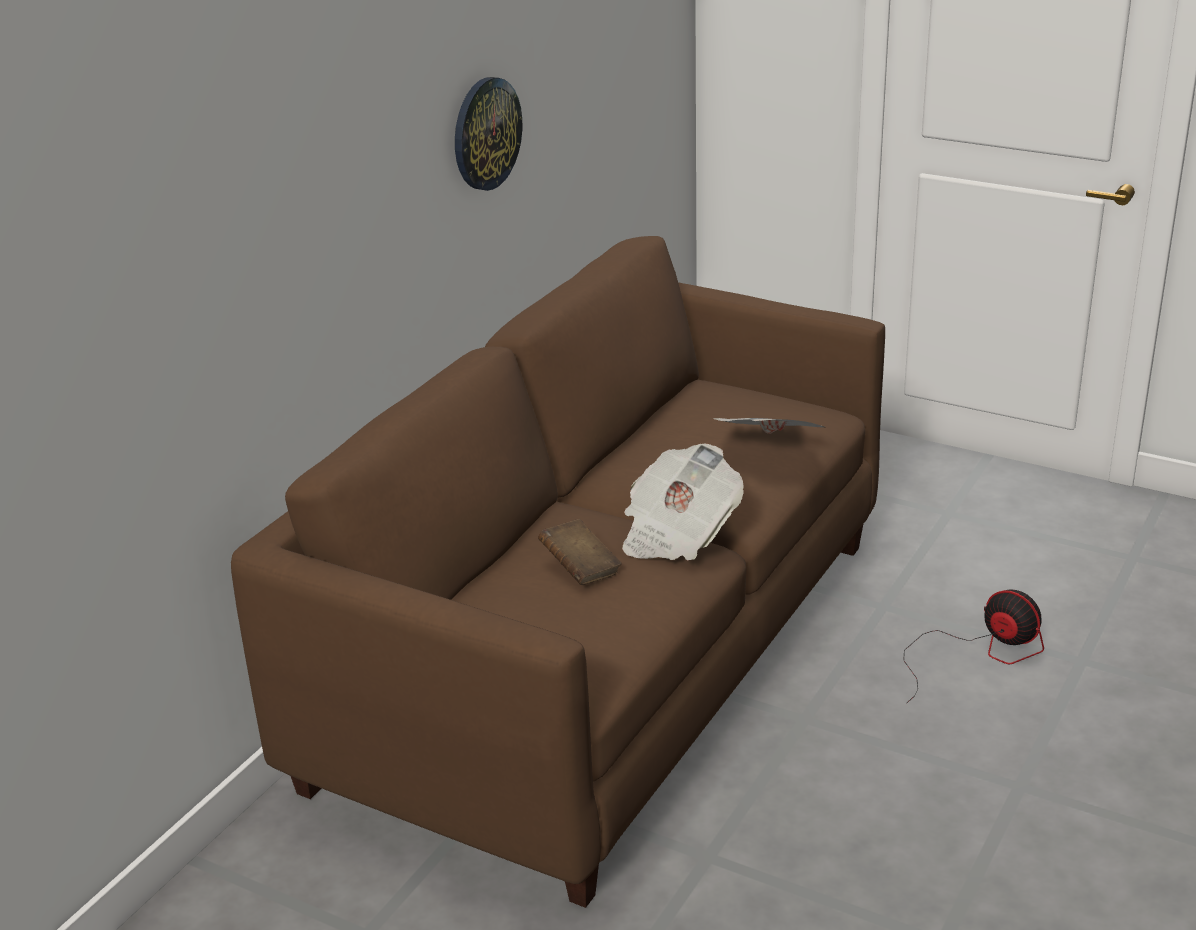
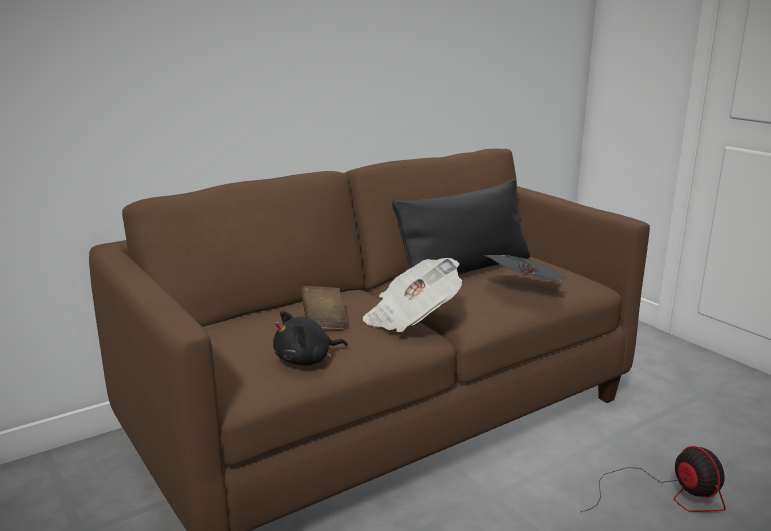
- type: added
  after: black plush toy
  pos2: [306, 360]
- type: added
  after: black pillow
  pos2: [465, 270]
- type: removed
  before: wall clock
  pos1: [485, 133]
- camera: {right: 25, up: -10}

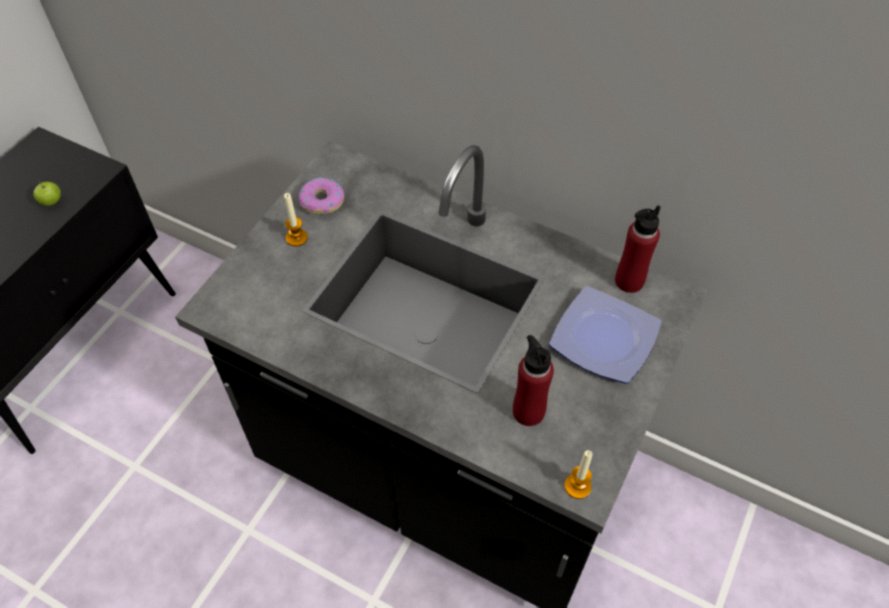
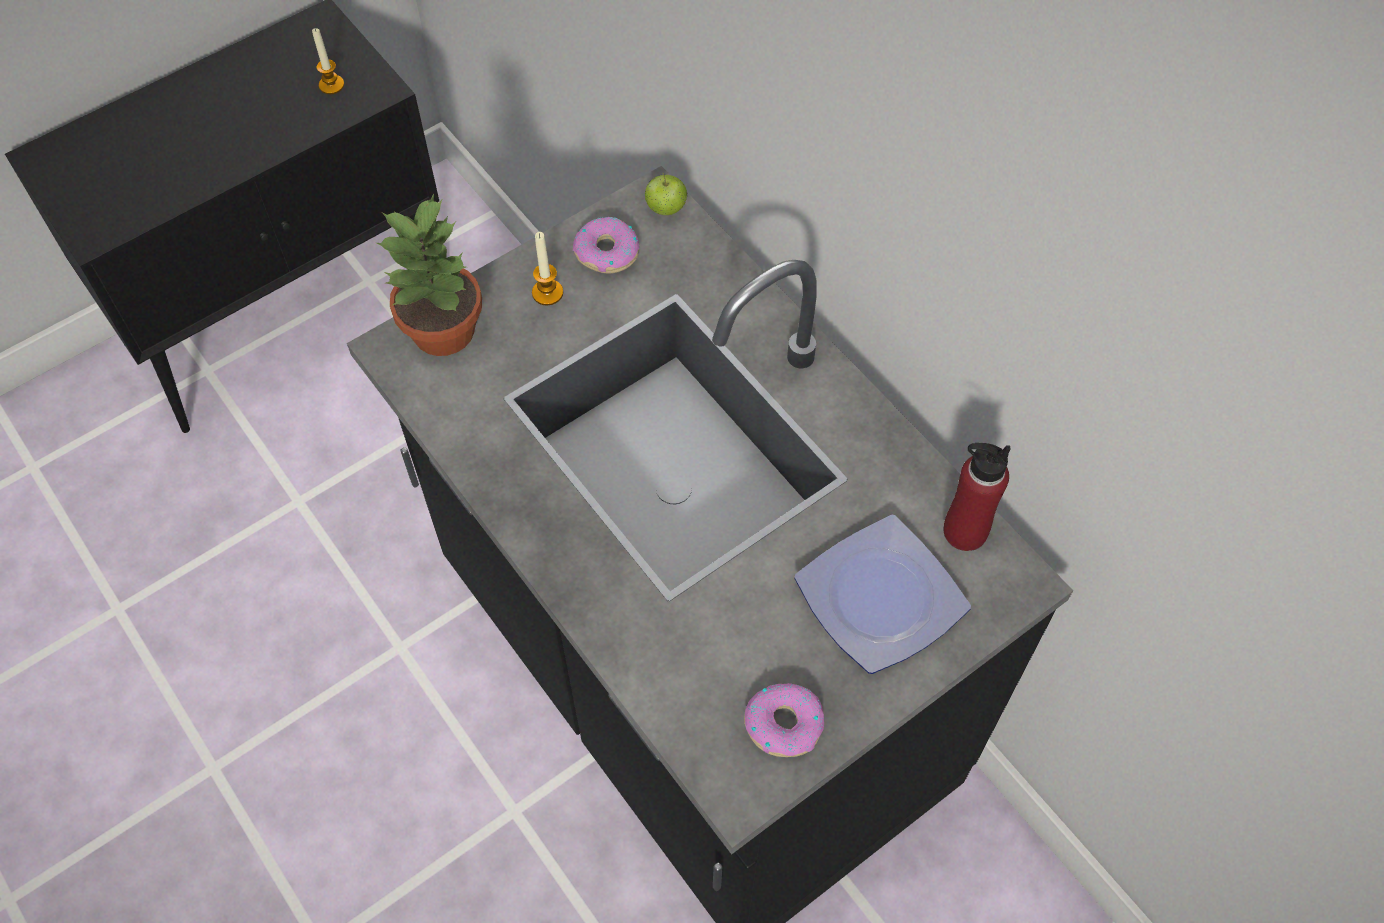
- type: moved
  before: candle
  pos1: [577, 486]
  pos2: [331, 85]
- type: added
  after: potted plant
  pos2: [445, 331]
- type: moved
  before: apple
  pos1: [52, 202]
  pos2: [666, 209]
- type: added
  after: donut
  pos2: [783, 723]
- type: removed
  before: red bottle
  pos1: [528, 411]
- camera: {right: 25, up: 5}

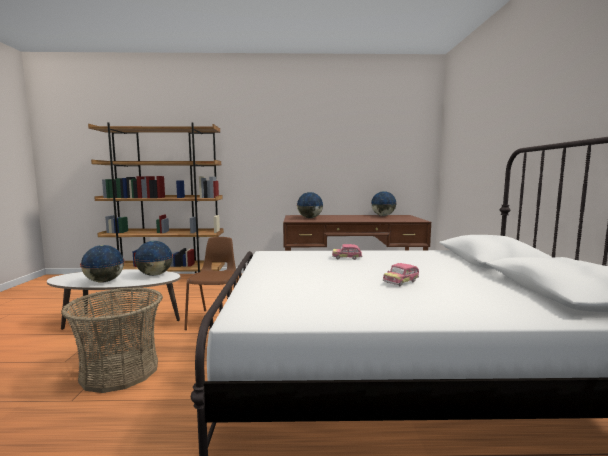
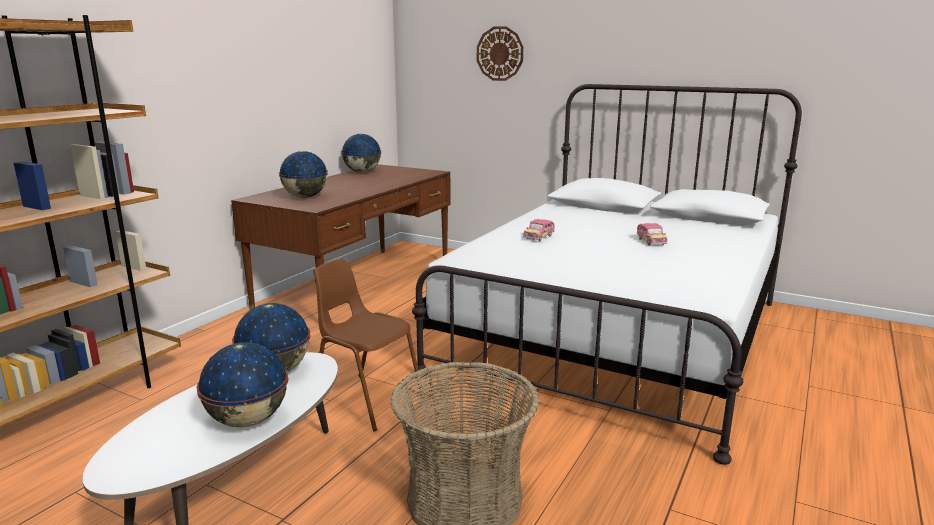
- type: added
  after: wall clock
  pos2: [500, 53]
- camera: {right: -60, up: 10}

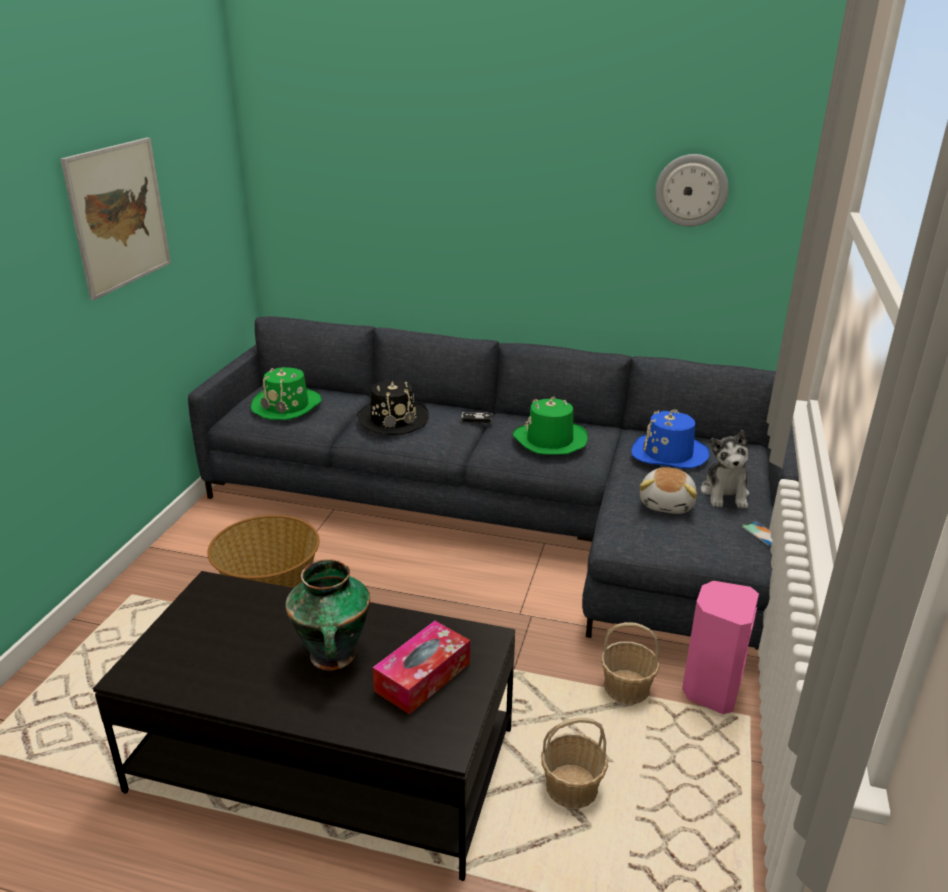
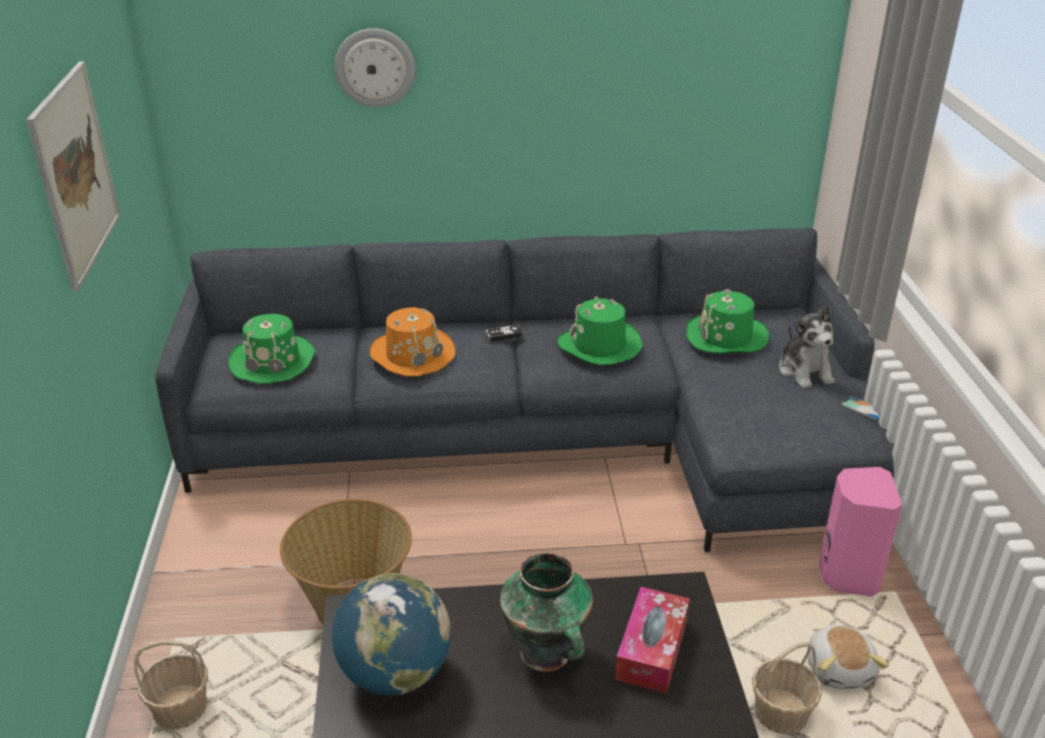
- type: moved
  before: basket
  pos1: [627, 689]
  pos2: [181, 709]
- type: added
  after: globe
  pos2: [395, 673]
- type: moved
  before: wall clock
  pos1: [691, 190]
  pos2: [375, 67]
- type: recoloured
  before: black hat
  after: orange hat
  pos1: [393, 419]
  pos2: [412, 354]
- type: recoloured
  before: blue hat
  after: green hat
  pos1: [669, 454]
  pos2: [726, 337]
- type: moved
  before: plush toy
  pos1: [667, 504]
  pos2: [839, 669]
- camera: {right: -20, up: 5}

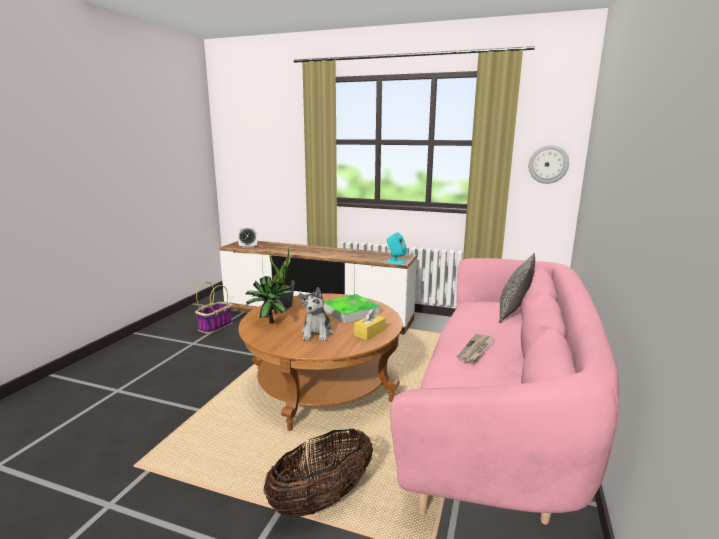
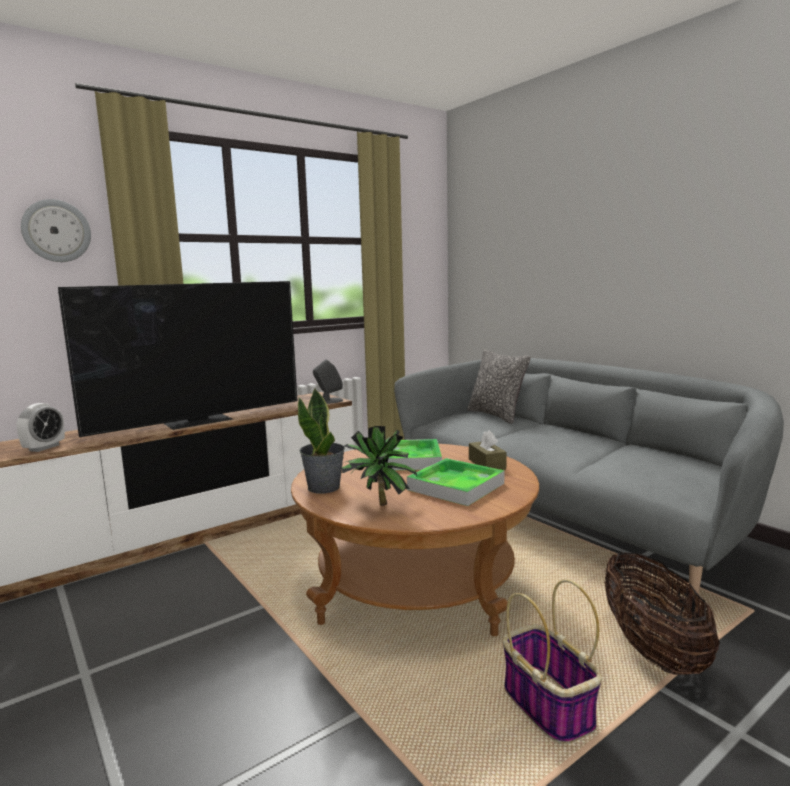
- type: moved
  before: wall clock
  pos1: [548, 164]
  pos2: [56, 231]
- type: added
  after: television
  pos2: [200, 421]
- type: recoloured
  before: turquoise speaker
  after: grey speaker
  pos1: [395, 262]
  pos2: [328, 401]
- type: recoloured
  before: pink sofa
  after: grey sofa
  pos1: [497, 416]
  pos2: [563, 512]
- type: replaced
  before: plush toy
  after: tray
  pos1: [317, 333]
  pos2: [456, 486]
- type: recoloured
  before: yellow tissue box
  after: brown tissue box
  pos1: [369, 332]
  pos2: [487, 464]
- type: moved
  before: basket
  pos1: [215, 326]
  pos2: [546, 705]
- type: removed
  before: newspaper
  pos1: [476, 349]
- camera: {right: -55, up: -5}

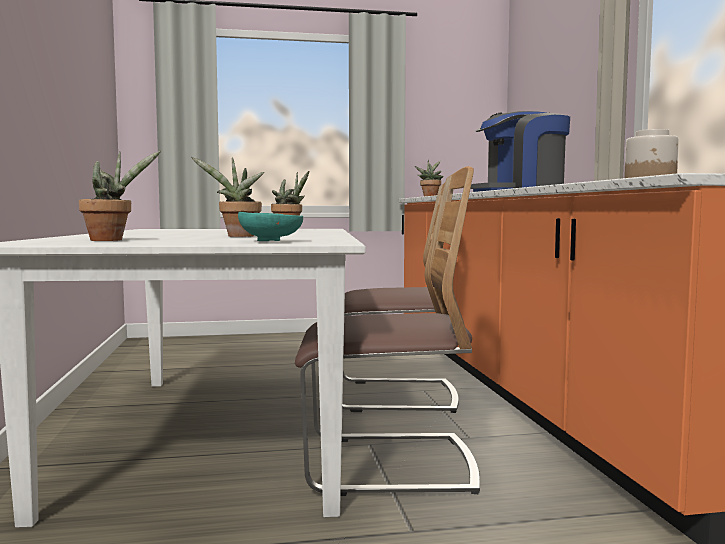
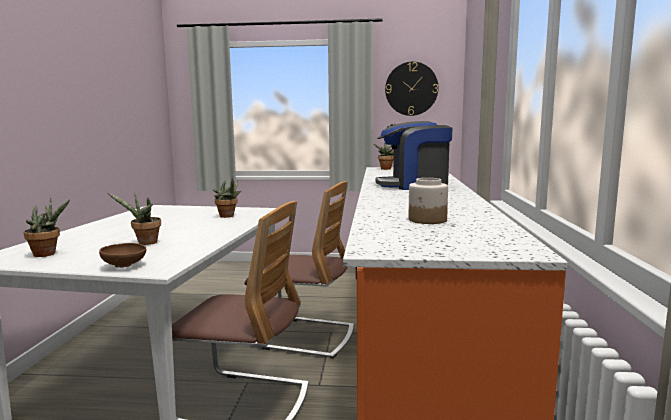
- type: recoloured
  before: turquoise bowl
  after: brown bowl
  pos1: [272, 241]
  pos2: [125, 266]
- type: added
  after: wall clock
  pos2: [411, 89]
- camera: {right: 15, up: 5}

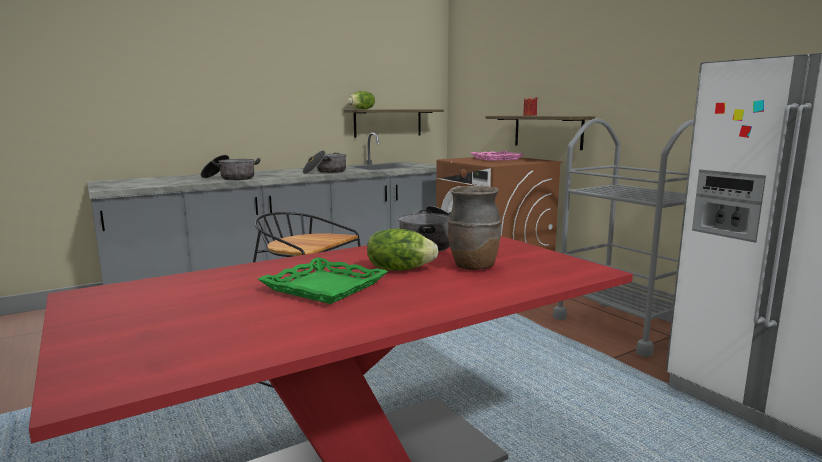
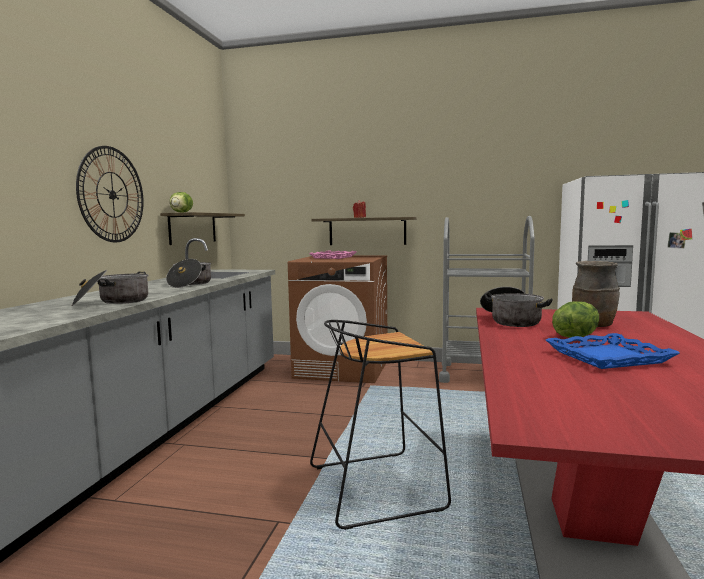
- type: added
  after: wall clock
  pos2: [112, 194]
- type: recoloured
  before: green tray
  after: blue tray
  pos1: [324, 287]
  pos2: [608, 357]
- camera: {right: -45, up: -5}

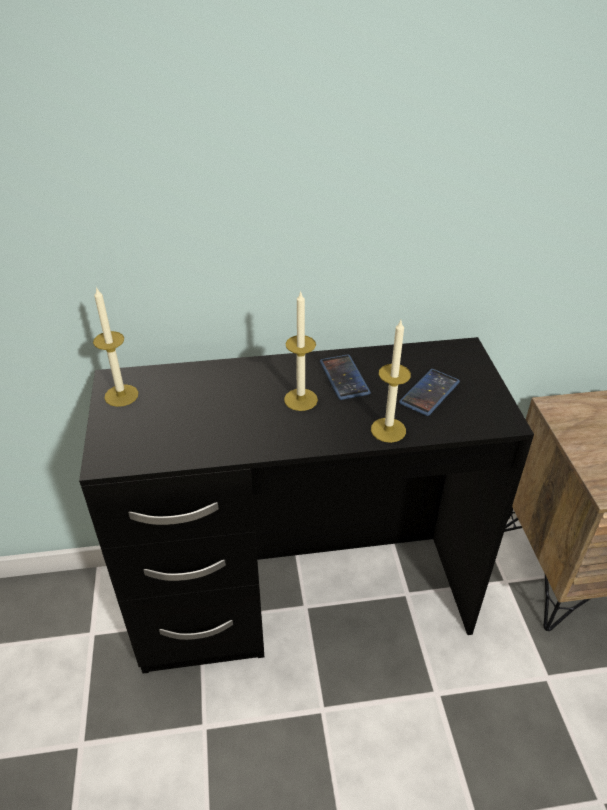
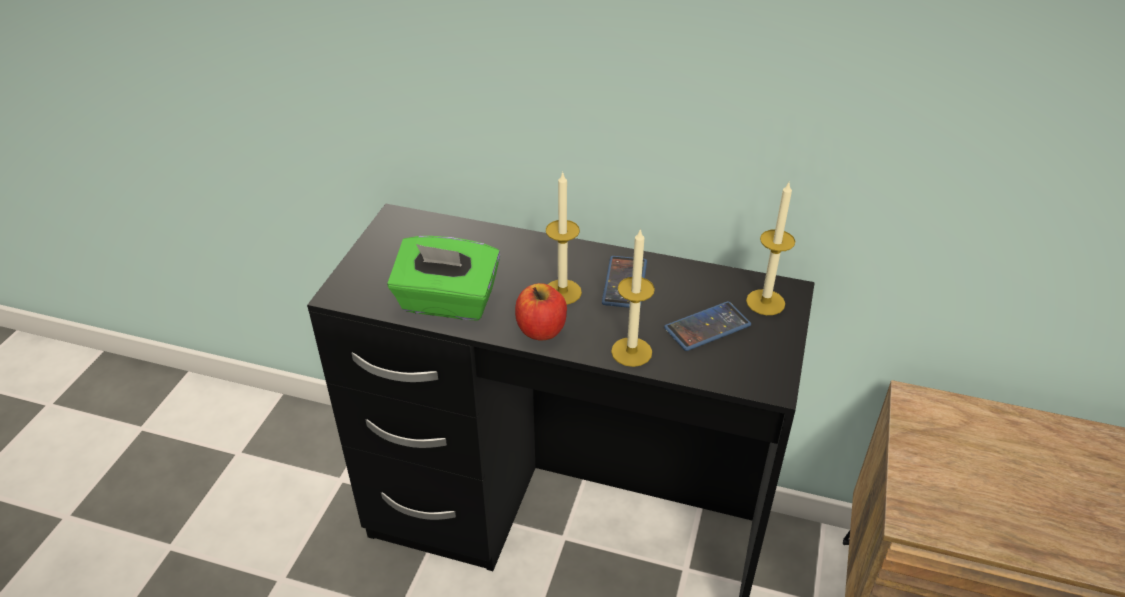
- type: added
  after: green tissue box
  pos2: [447, 302]
- type: added
  after: apple
  pos2: [541, 330]
- type: moved
  before: candle
  pos1: [121, 395]
  pos2: [765, 302]
- camera: {right: 25, up: 0}

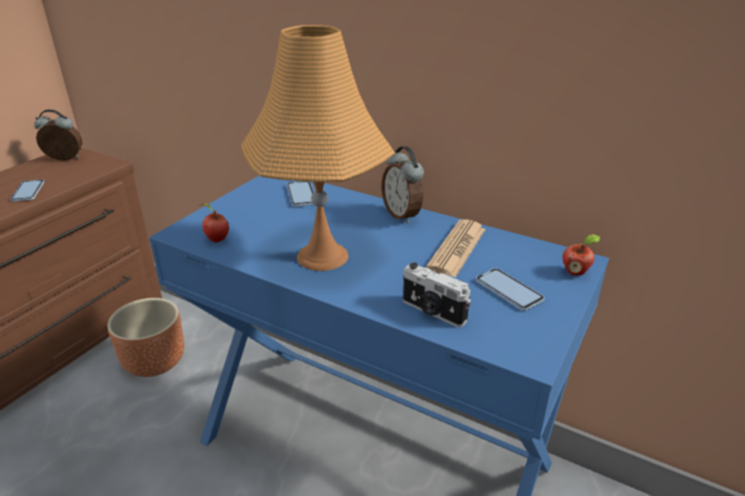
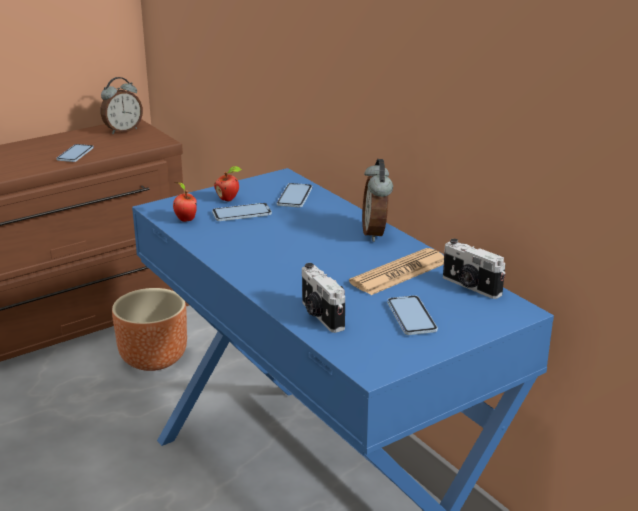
- type: turned
  before: alarm clock
  pos1: [64, 160]
  pos2: [123, 130]
  turn: 120
- type: added
  after: phone
  pos2: [241, 213]
- type: moved
  before: apple
  pos1: [576, 272]
  pos2: [229, 199]
- type: added
  after: photo camera
  pos2: [470, 286]
- type: removed
  before: orange table lamp
  pos1: [323, 256]
- camera: {right: 25, up: -5}

